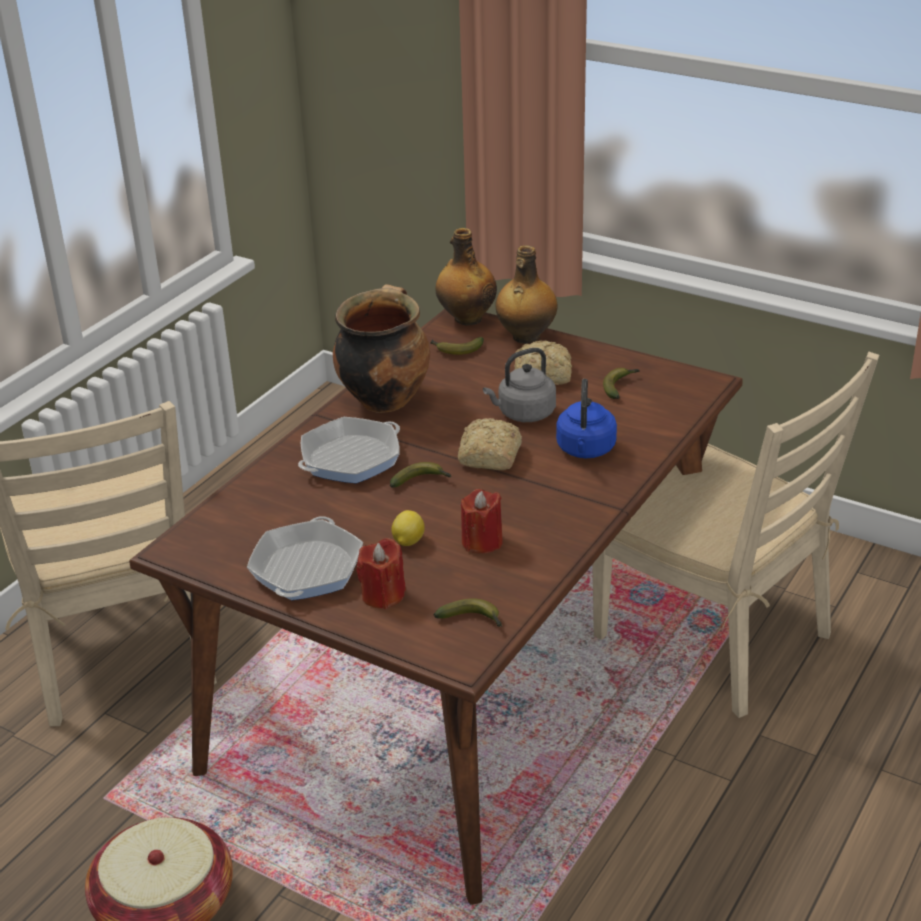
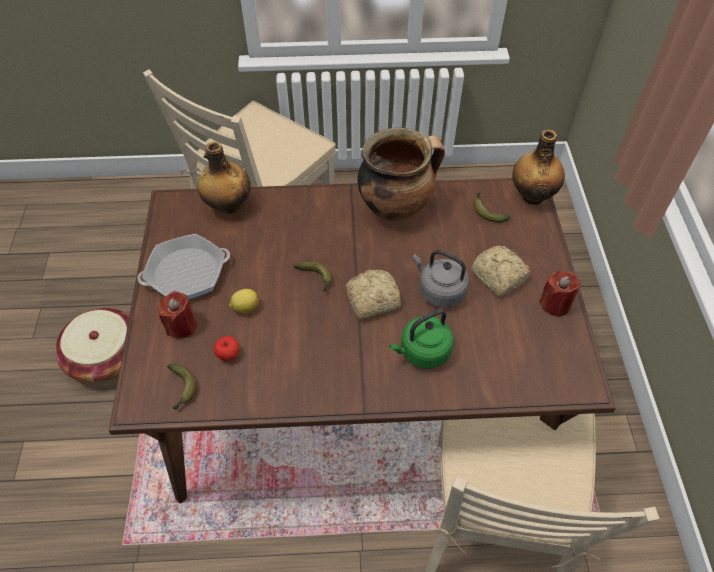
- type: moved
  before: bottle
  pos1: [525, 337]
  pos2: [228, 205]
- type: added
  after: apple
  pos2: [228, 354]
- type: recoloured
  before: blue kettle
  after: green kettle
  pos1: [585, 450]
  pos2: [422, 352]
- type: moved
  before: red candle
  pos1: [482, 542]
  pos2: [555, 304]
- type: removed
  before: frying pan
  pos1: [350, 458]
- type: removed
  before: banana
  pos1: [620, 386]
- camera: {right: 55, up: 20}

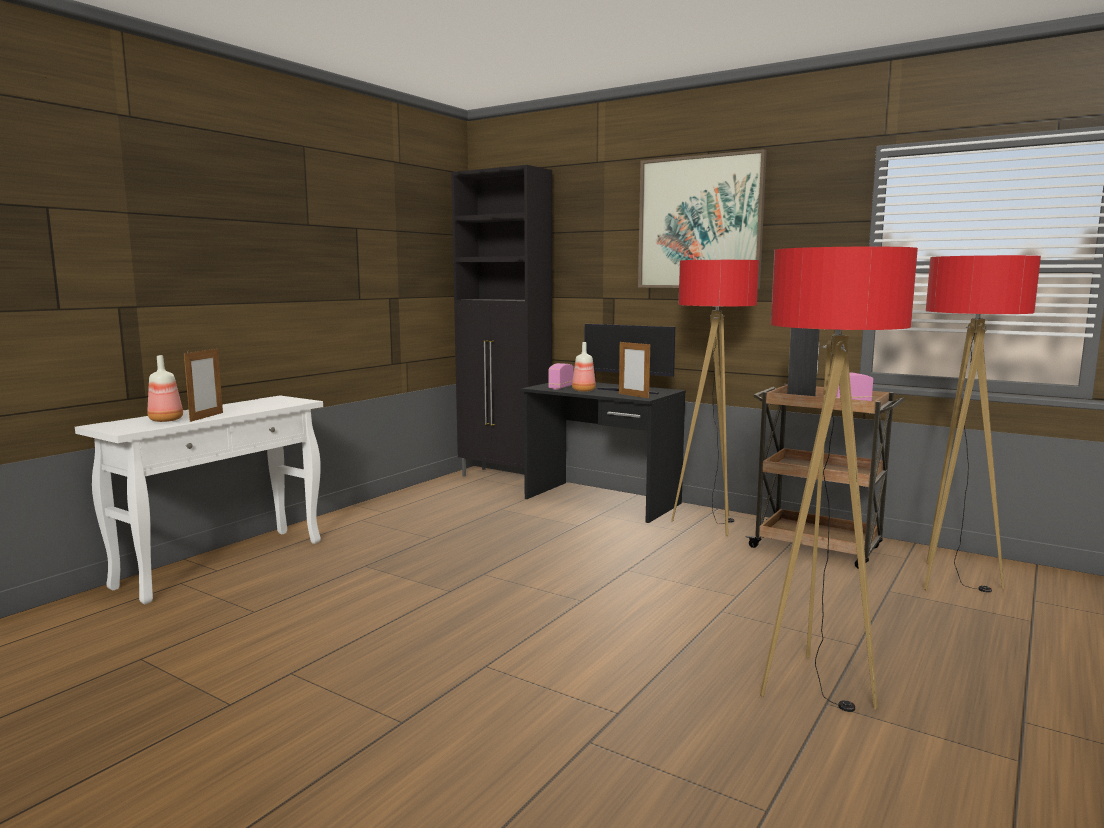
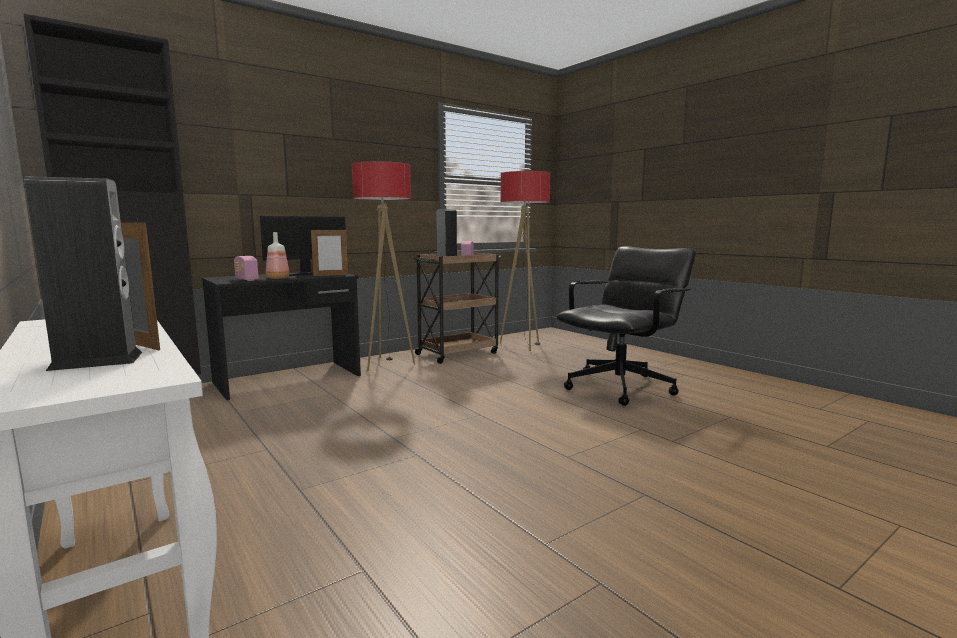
- type: replaced
  before: bottle
  after: speaker
  pos1: [166, 420]
  pos2: [97, 361]
- type: replaced
  before: floor lamp
  after: black office chair
  pos1: [814, 686]
  pos2: [621, 387]
- type: removed
  before: picture
  pos1: [699, 223]
- camera: {right: -70, up: 0}

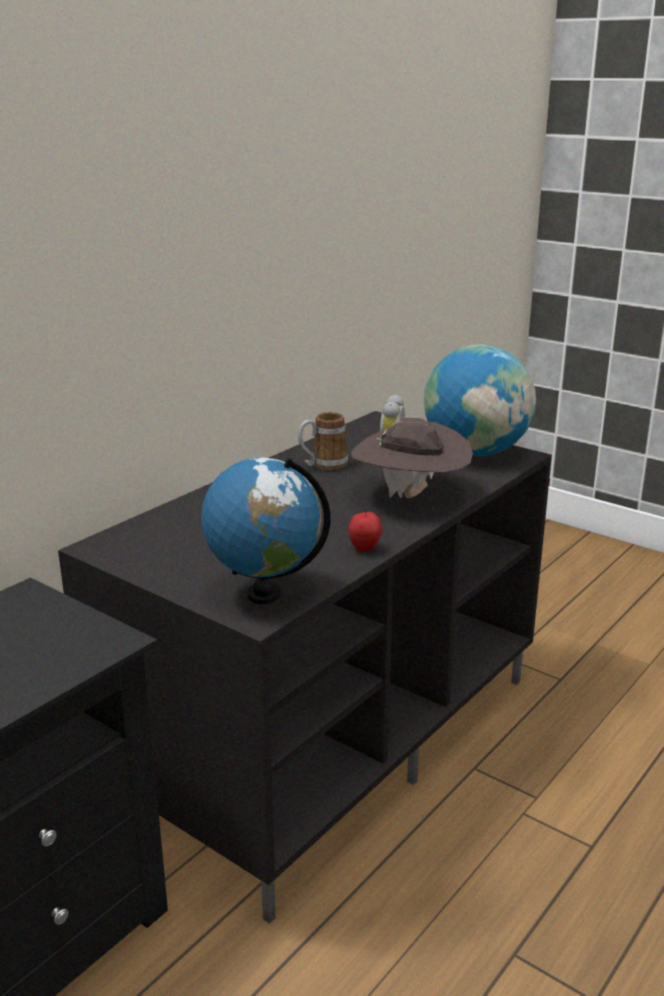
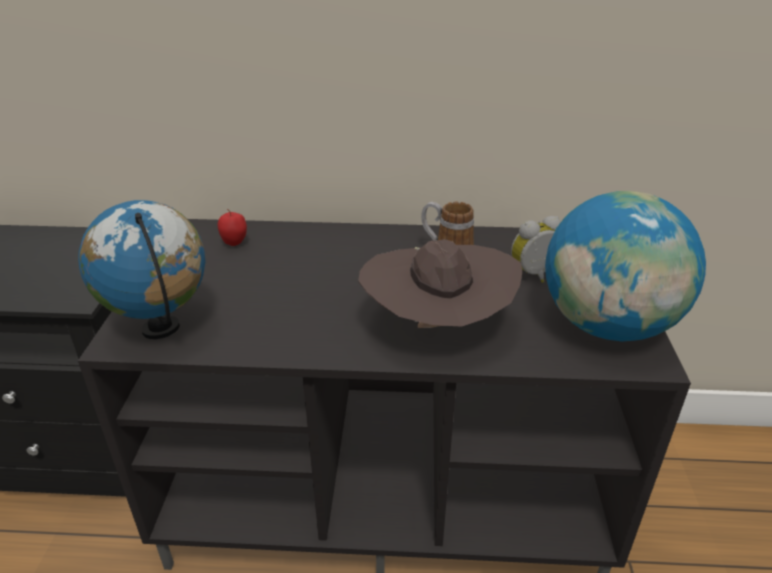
- type: moved
  before: apple
  pos1: [365, 549]
  pos2: [234, 243]
- camera: {right: 55, up: 10}

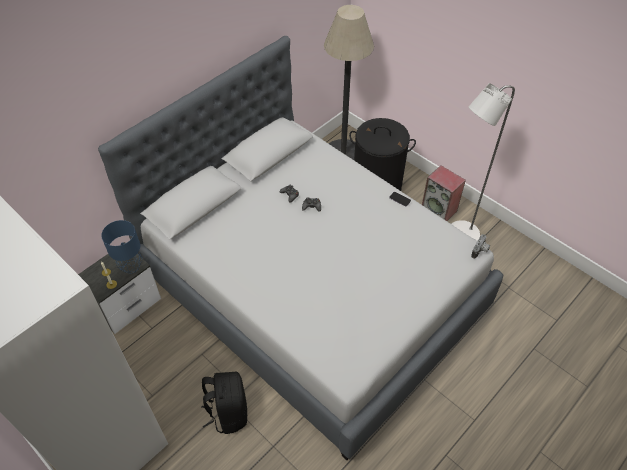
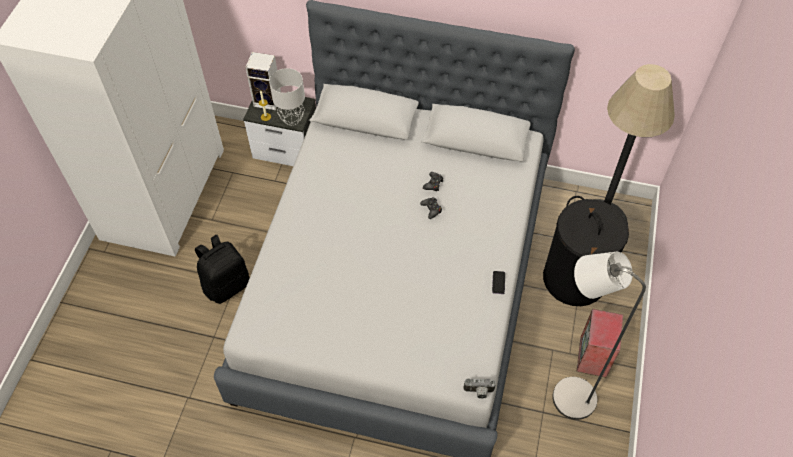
- type: added
  after: speaker
  pos2: [268, 100]
- type: recoloured
  before: blue table lamp
  after: grey table lamp
  pos1: [131, 266]
  pos2: [292, 118]
- camera: {right: 60, up: 5}

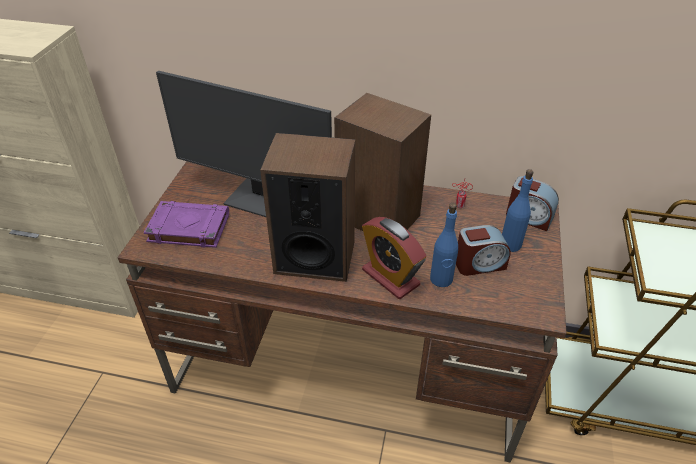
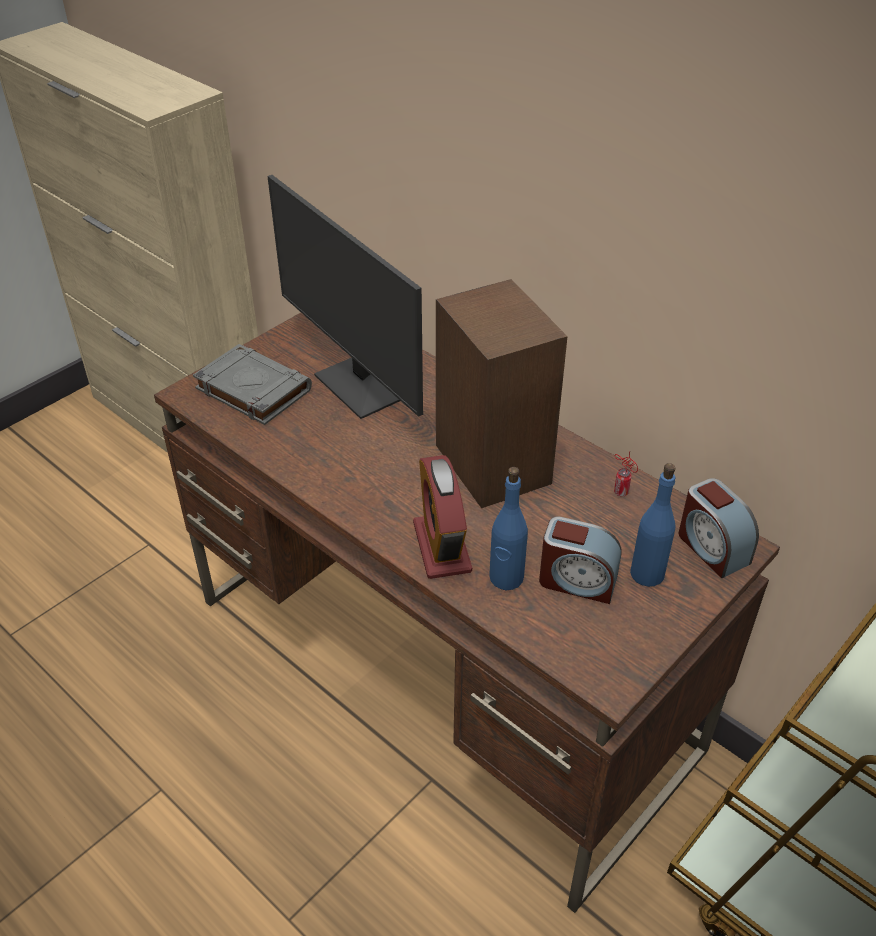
- type: recoloured
  before: purple book
  after: grey book
  pos1: [188, 228]
  pos2: [252, 389]
- type: removed
  before: speaker
  pos1: [314, 257]
- camera: {right: 30, up: 0}

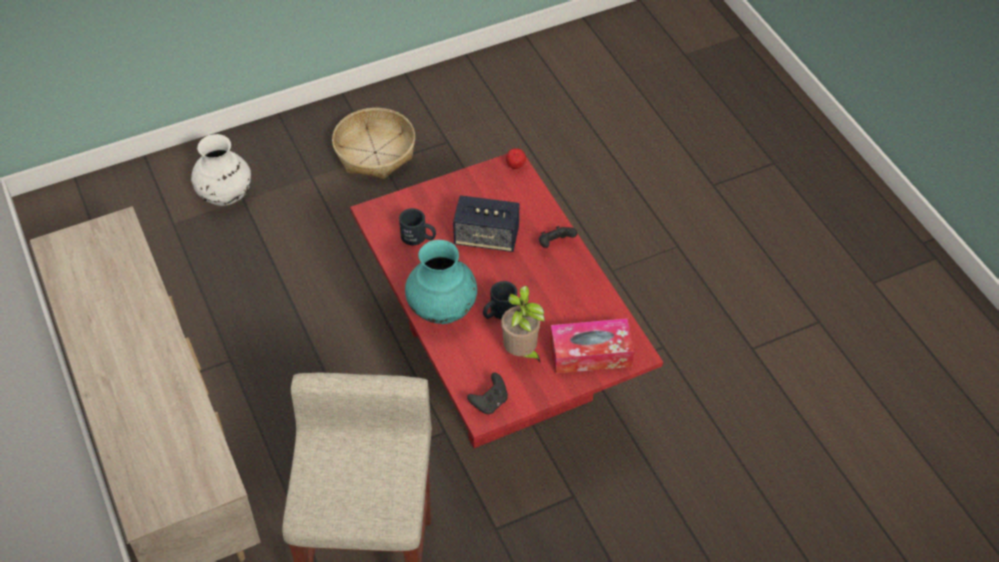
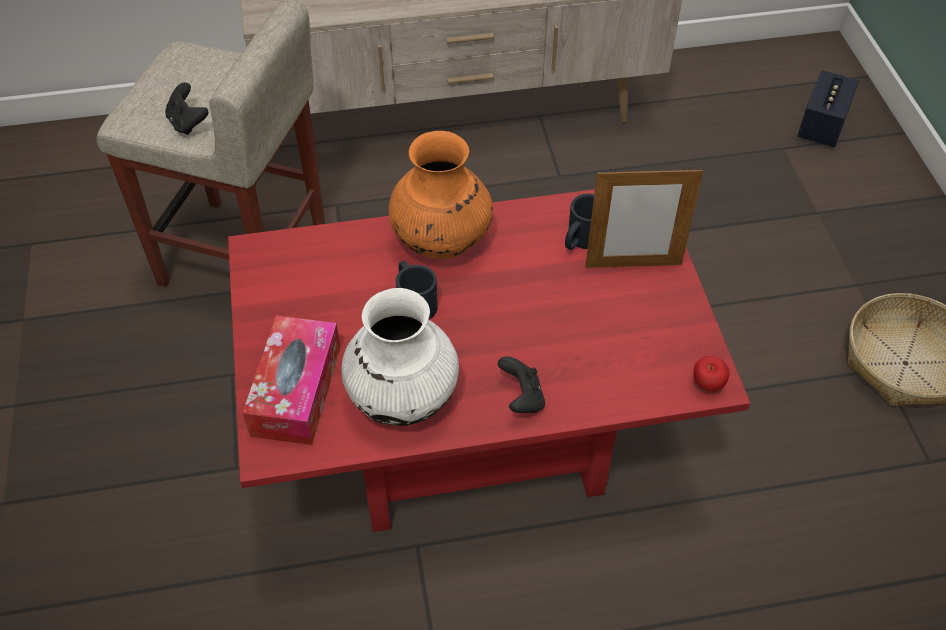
- type: moved
  before: black game controller
  pos1: [489, 402]
  pos2: [188, 123]
- type: moved
  before: white vase
  pos1: [225, 196]
  pos2: [402, 398]
- type: recoloured
  before: turquoise vase
  after: orange vase
  pos1: [442, 310]
  pos2: [441, 242]
- type: added
  after: picture frame
  pos2: [633, 265]
- type: moved
  before: speaker
  pos1: [486, 238]
  pos2: [822, 126]
- type: removed
  before: potted plant
  pos1: [522, 353]
- camera: {right: 105, up: 0}

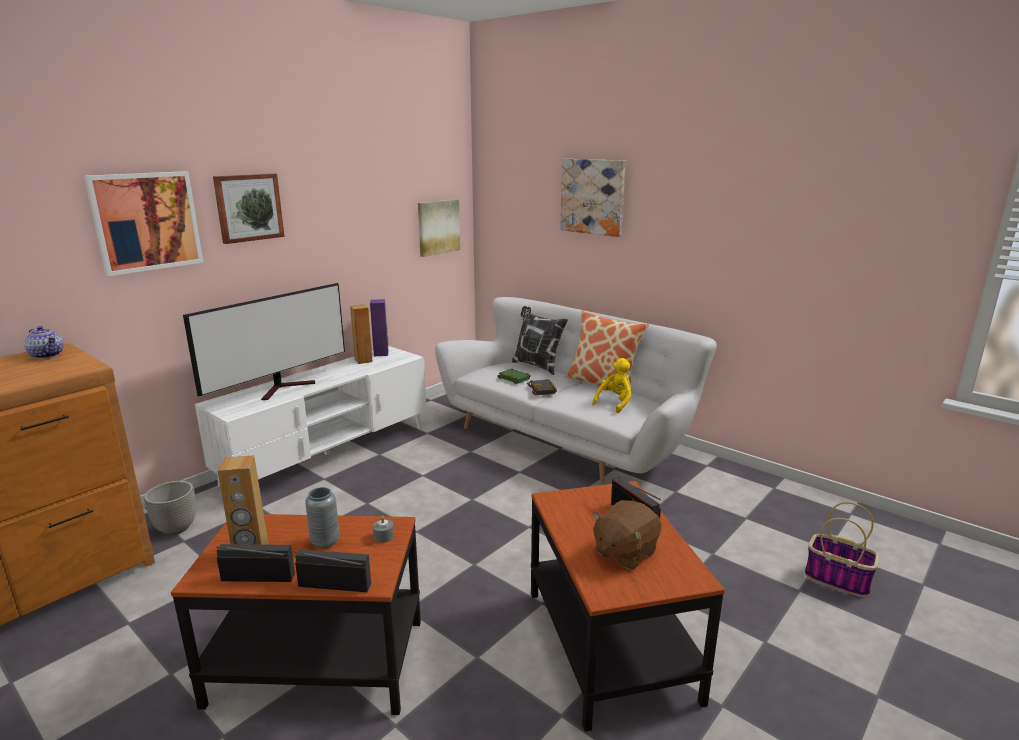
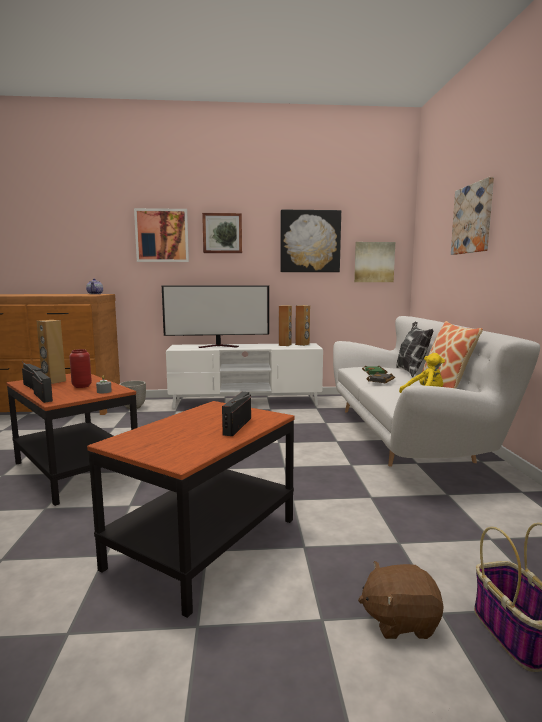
- type: recoloured
  before: grey vase
  after: red vase
  pos1: [325, 542]
  pos2: [82, 386]
- type: added
  after: picture
  pos2: [310, 241]
- type: recoloured
  before: purple speaker
  after: brown speaker
  pos1: [381, 353]
  pos2: [302, 344]
- type: moved
  before: brown plush toy
  pos1: [624, 552]
  pos2: [400, 620]
- camera: {right: 45, up: -10}

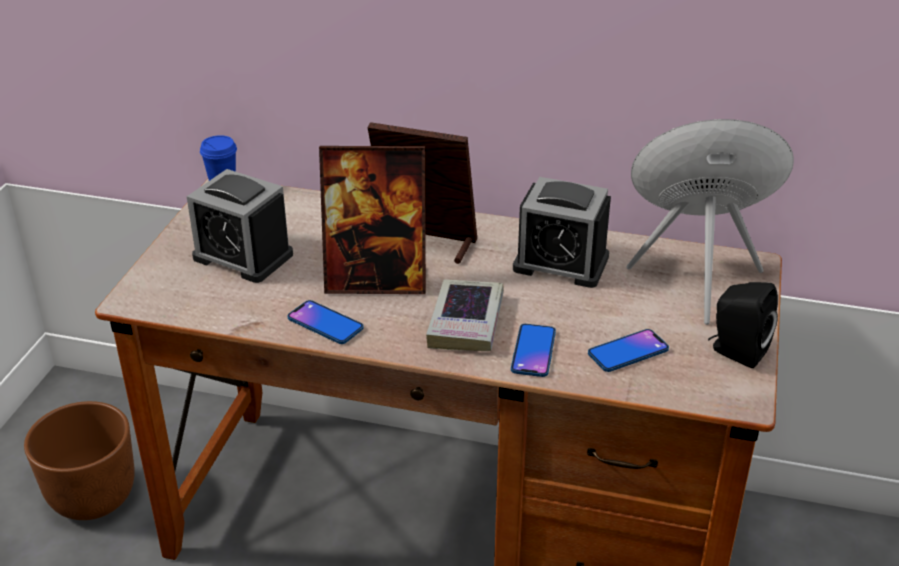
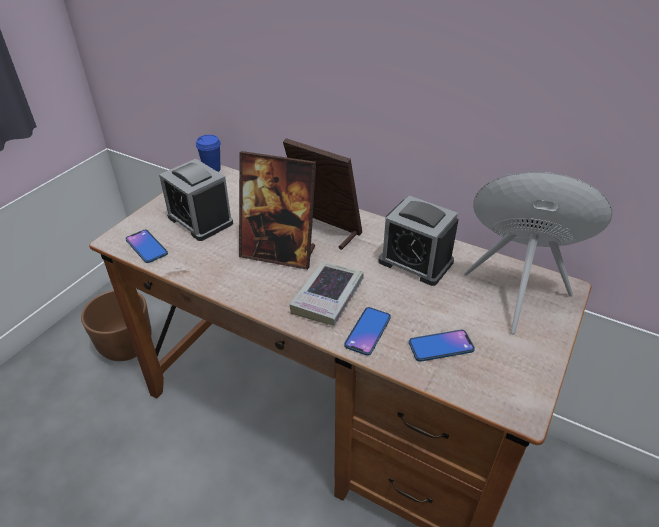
- type: moved
  before: phone
  pos1: [325, 323]
  pos2: [146, 247]
- type: removed
  before: black speaker
  pos1: [735, 351]
- camera: {right: 15, up: 5}

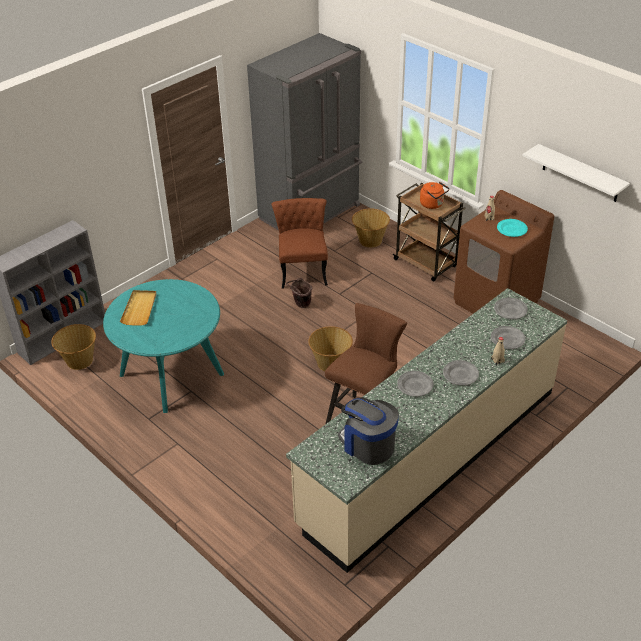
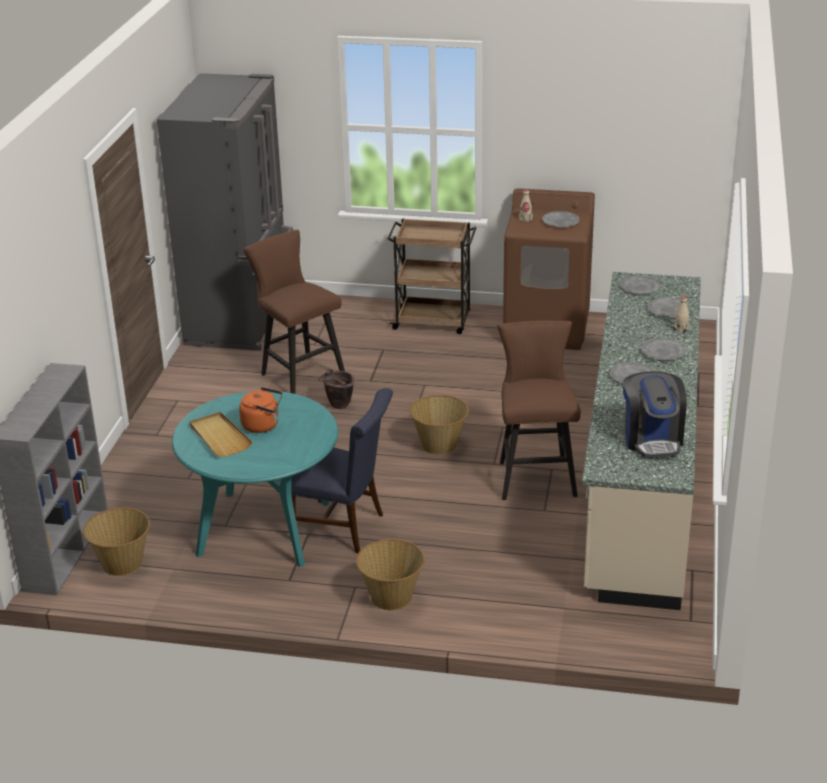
- type: moved
  before: orange kettle
  pos1: [433, 204]
  pos2: [263, 425]
- type: replaced
  before: brown chair
  after: brown stool
  pos1: [302, 269]
  pos2: [298, 374]
- type: added
  after: blue chair
  pos2: [344, 528]
- type: moved
  before: basket
  pos1: [370, 241]
  pos2: [391, 597]
- type: recoloured
  before: turquoise plate
  after: grey plate
  pos1: [512, 229]
  pos2: [560, 221]
- type: turned
  before: coffee machine
  pos1: [368, 445]
  pos2: [652, 439]
  turn: -105
- type: removed
  before: white shelf
  pos1: [580, 173]
- camera: {right: -35, up: -10}

